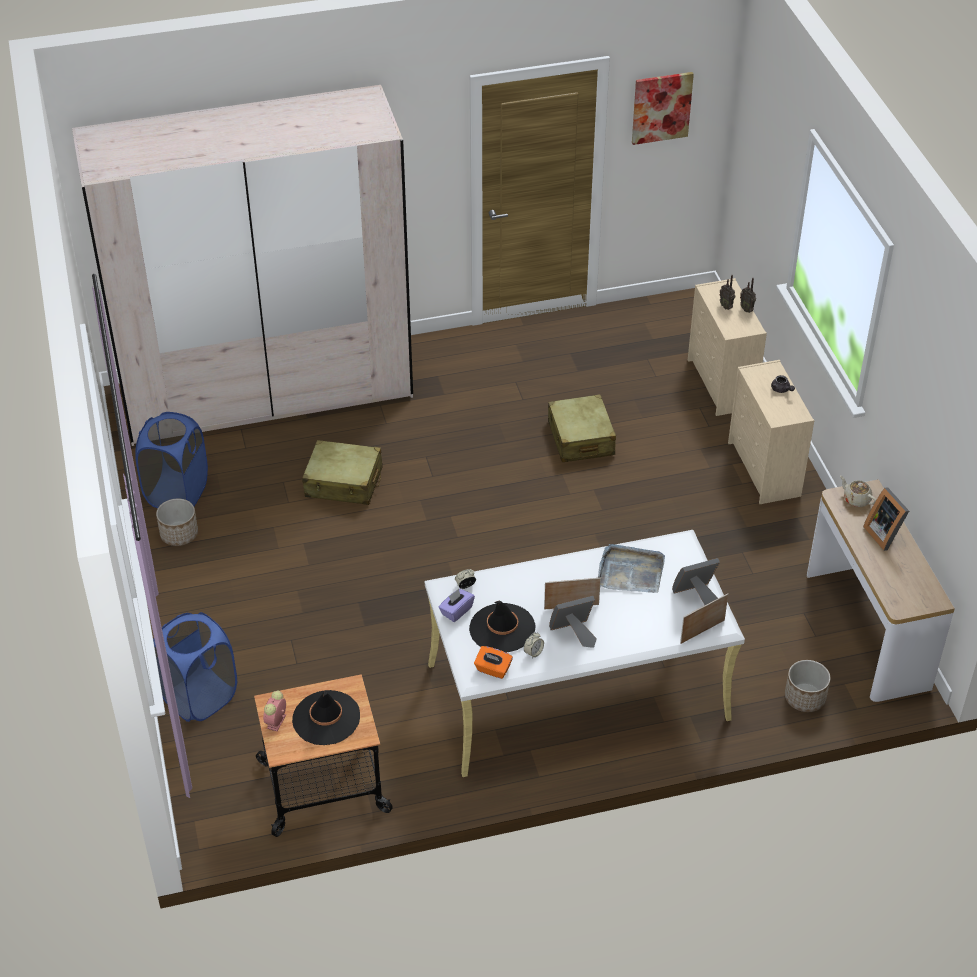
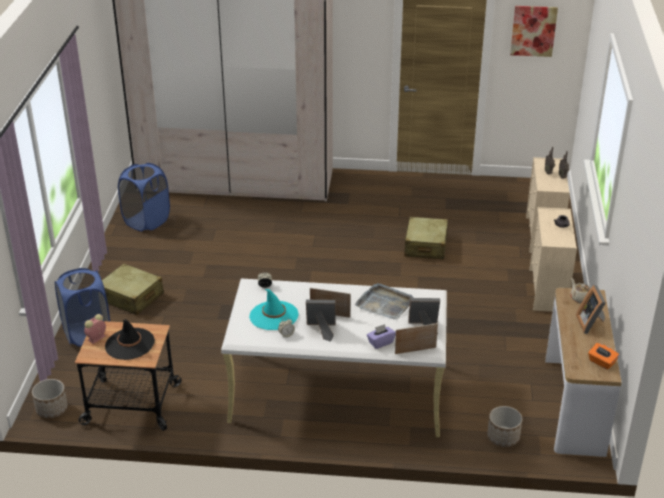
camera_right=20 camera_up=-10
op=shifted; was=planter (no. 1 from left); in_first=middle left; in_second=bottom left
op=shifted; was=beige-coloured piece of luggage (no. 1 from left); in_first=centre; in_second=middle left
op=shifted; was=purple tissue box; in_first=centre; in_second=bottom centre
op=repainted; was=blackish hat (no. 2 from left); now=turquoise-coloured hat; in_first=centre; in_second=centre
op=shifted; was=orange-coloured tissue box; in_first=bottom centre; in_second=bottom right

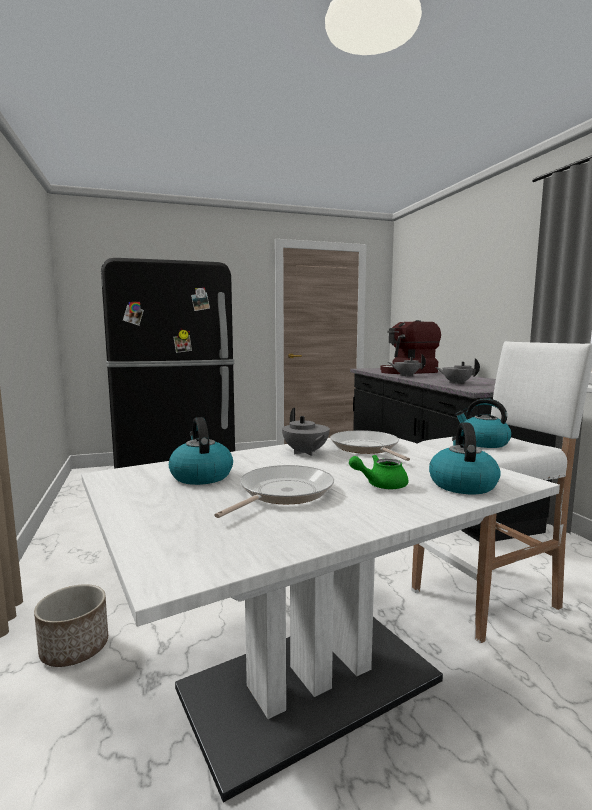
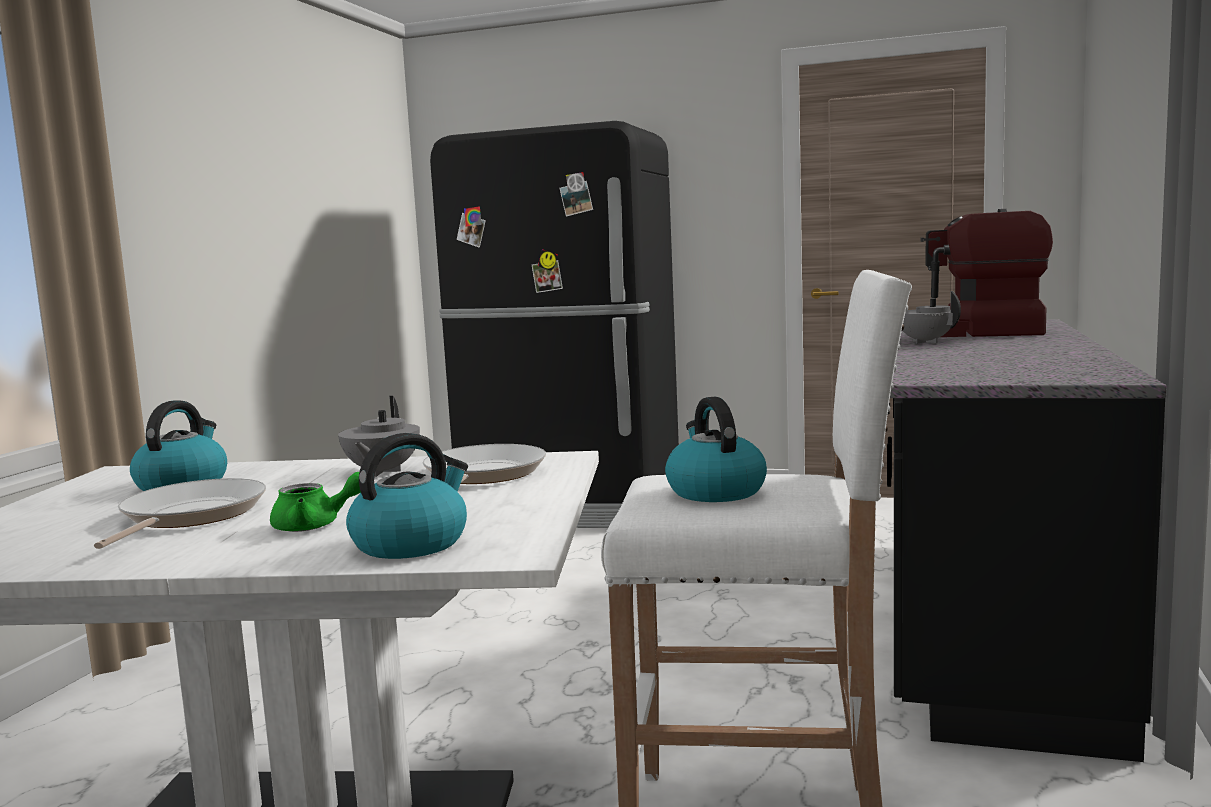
camera_right=35 camera_up=0
op=gone; was=planter; in_first=bottom left
op=rotated; was=frying pan (no. 1 from left); in_first=centre; in_second=middle left; clockwise=-60
op=rotated; was=green-coloured tea pot; in_first=centre; in_second=middle left; clockwise=150
op=gone; was=gray tea pot (no. 3 from left); in_first=middle right

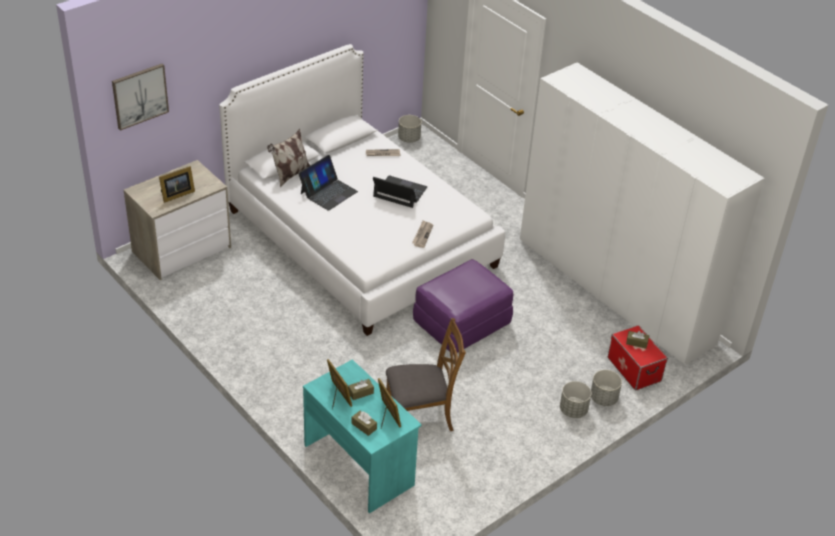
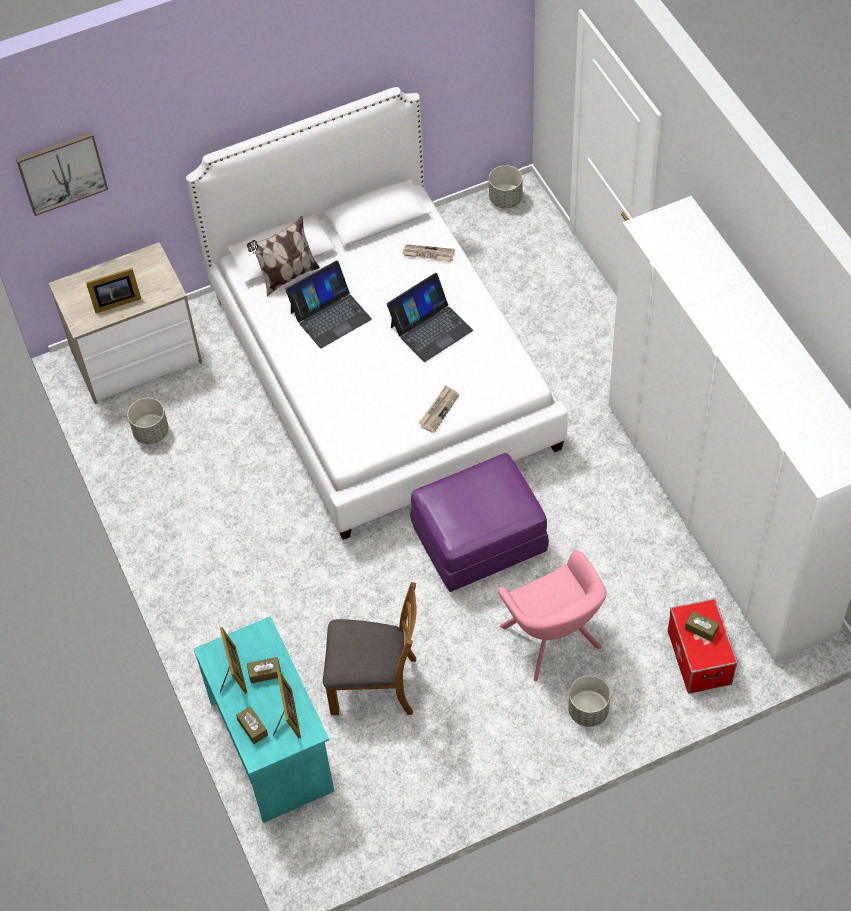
camera_right=20 camera_up=15
op=rotated; was=portable computer (no. 2 from left); in_first=centre; in_second=centre; clockwise=105
op=shifted; was=gray planter (no. 3 from left in the first image); now=gray planter (no. 1 from left); in_first=bottom right; in_second=middle left
op=new; now=pinkish armchair; in_second=bottom centre

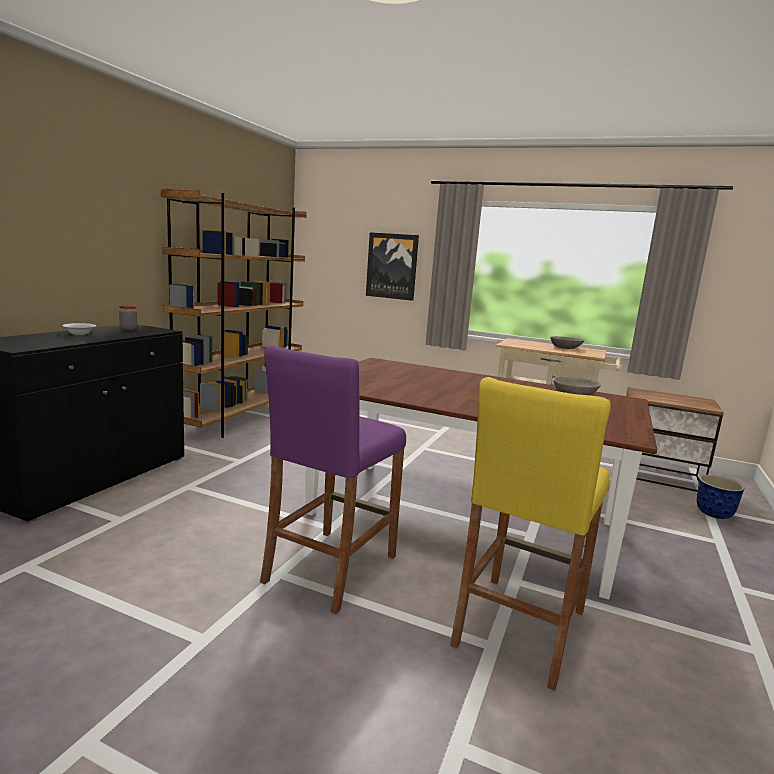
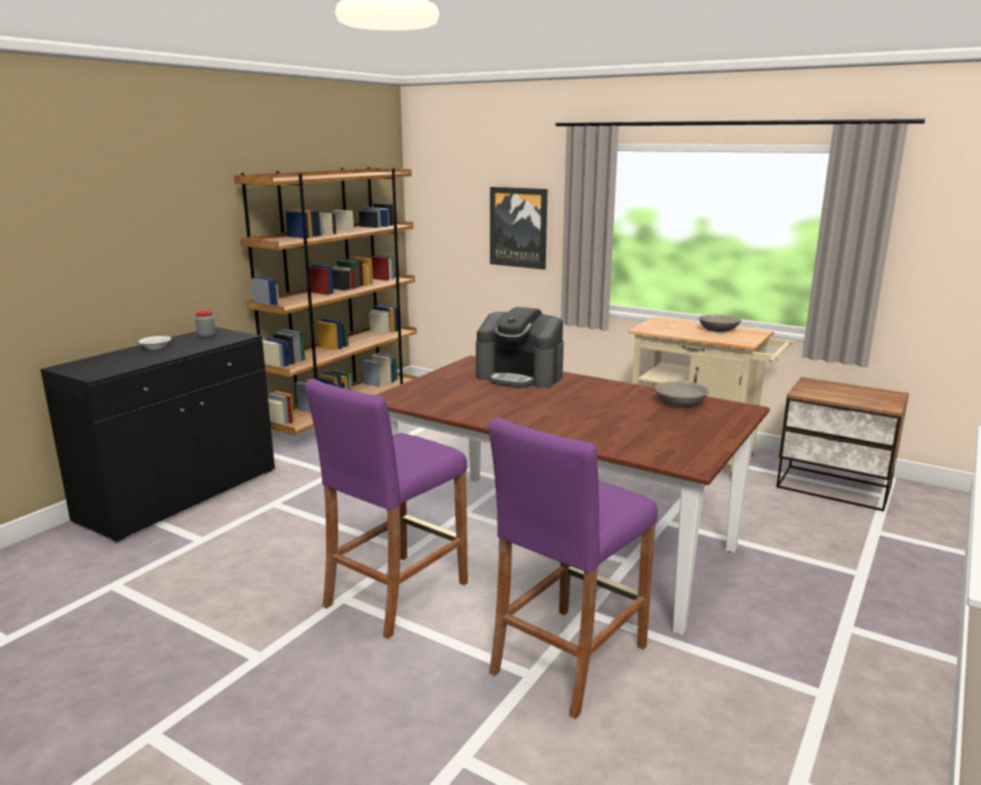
camera_right=10 camera_up=5
op=repainted; was=yellowish sitting stool; now=purple sitting stool (no. 2 from left); in_first=bottom right; in_second=bottom centre
op=gone; was=planter; in_first=middle right
op=new; now=coffee brewer; in_second=centre

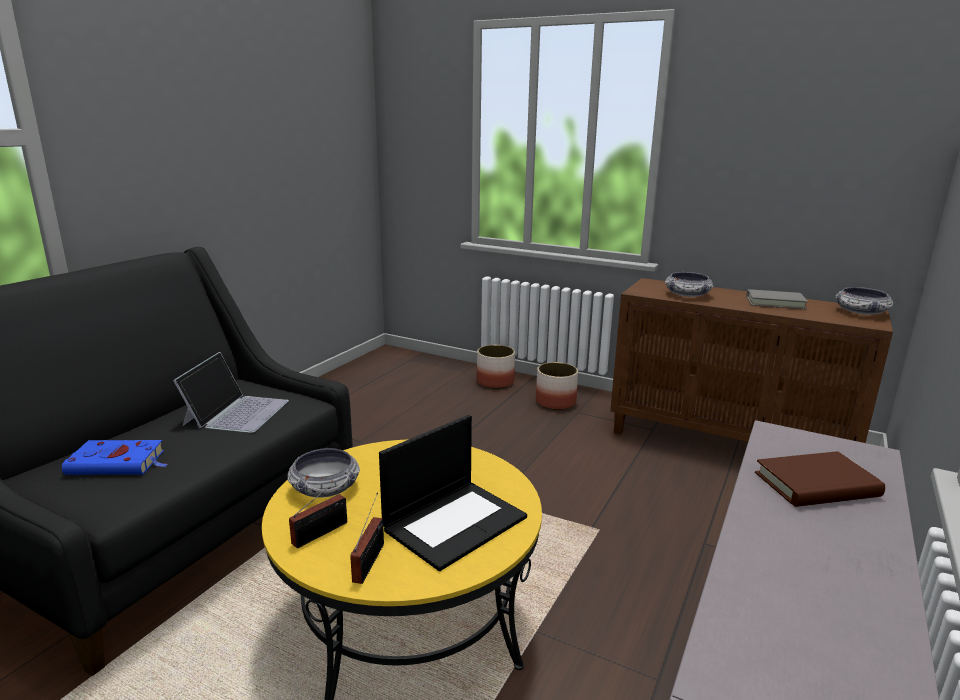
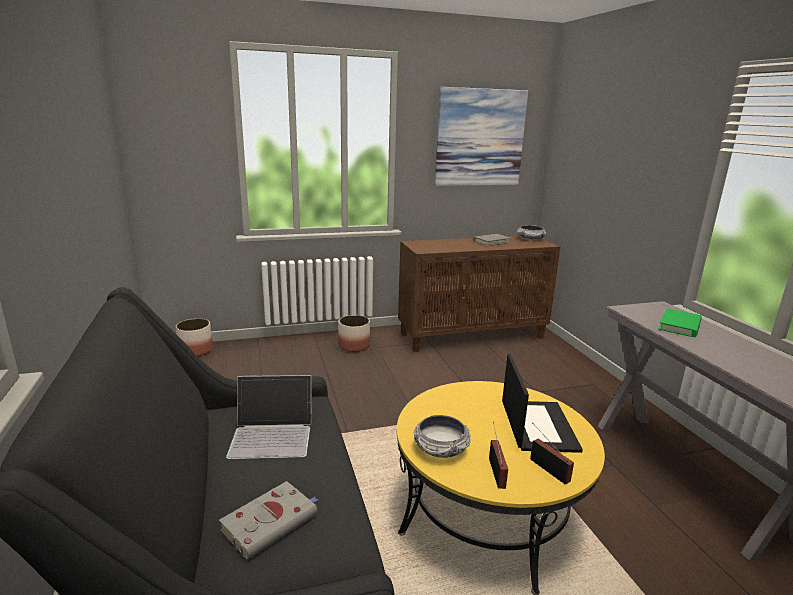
camera_right=-45 camera_up=0
op=repainted; was=blue volume; now=gray volume (no. 1 from left); in_first=middle left; in_second=bottom centre
op=rotated; was=portable computer (no. 1 from left); in_first=middle left; in_second=bottom centre; clockwise=120
op=shifted; was=planter (no. 1 from left); in_first=centre; in_second=middle left
op=gone; was=serving bowl (no. 2 from left); in_first=middle right
op=repainted; was=brownish volume; now=green-coloured volume; in_first=bottom right; in_second=middle right
op=new; now=wall art; in_second=top centre

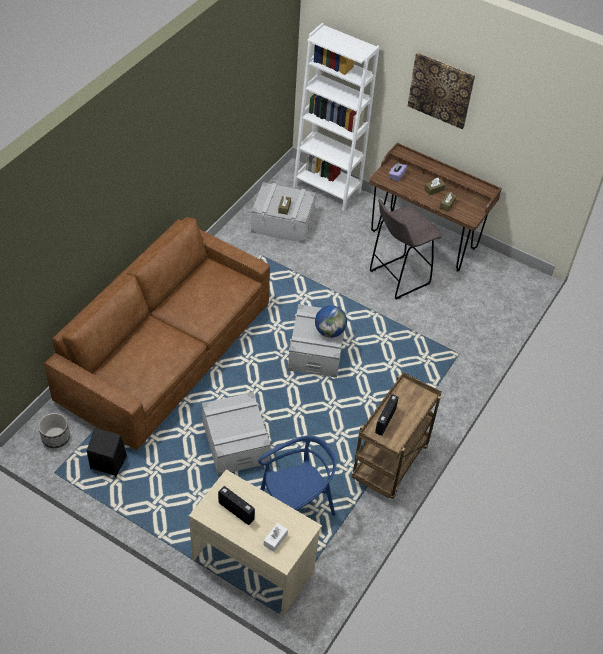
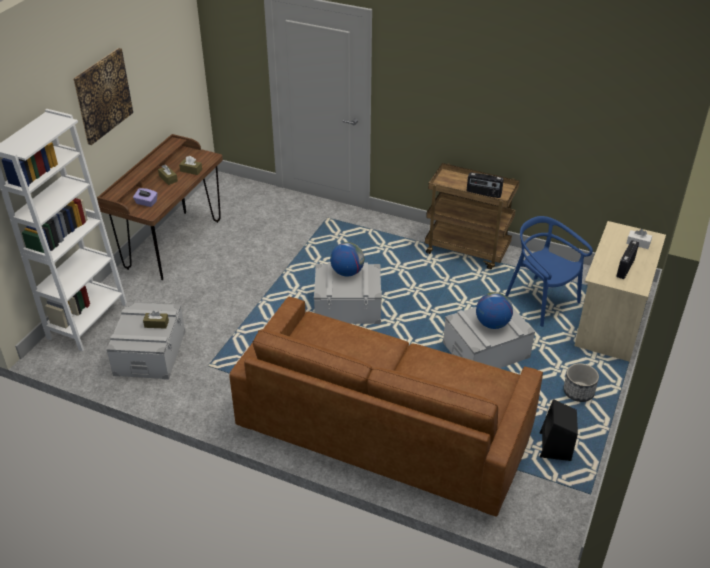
camera_right=-95 camera_up=-10
op=shifted; was=planter; in_first=middle left; in_second=bottom right
op=gone; was=gray sitting stool; in_first=middle right
op=new; now=world globe (no. 2 from left); in_second=middle right

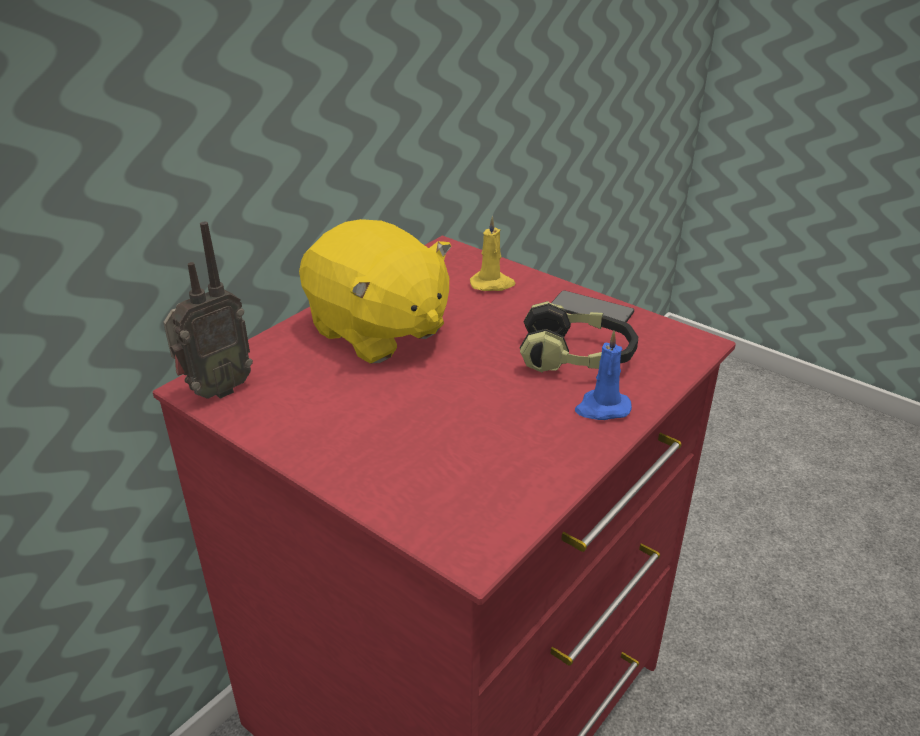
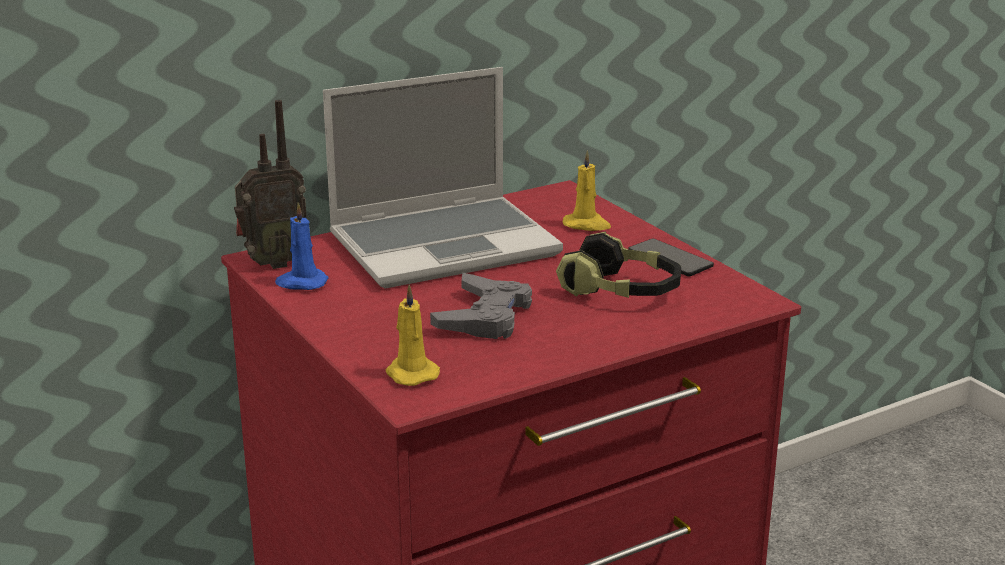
camera_right=20 camera_up=-10
op=swapped; was=yellowish plush toy; now=portable computer; in_first=centre; in_second=top centre
op=shifted; was=blue wax candle; in_first=centre; in_second=middle left
op=new; now=yellowish wax candle (no. 1 from left); in_second=centre
op=new; now=gray joypad; in_second=centre

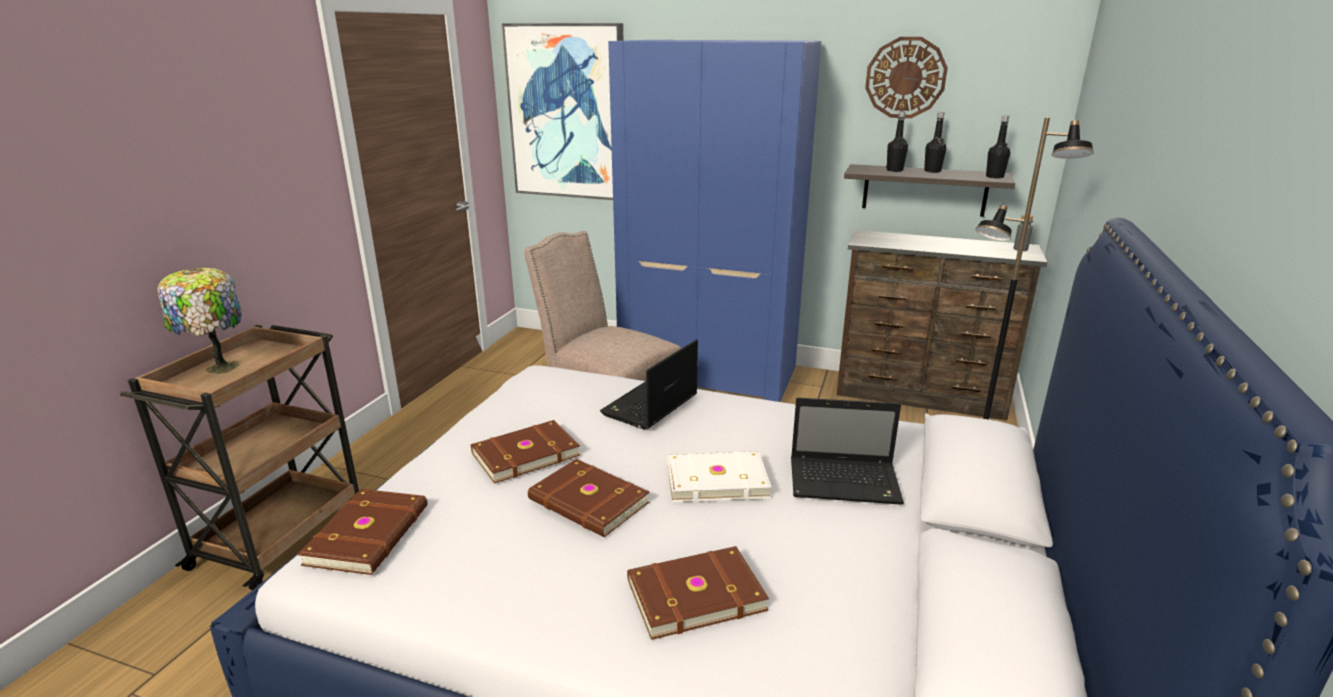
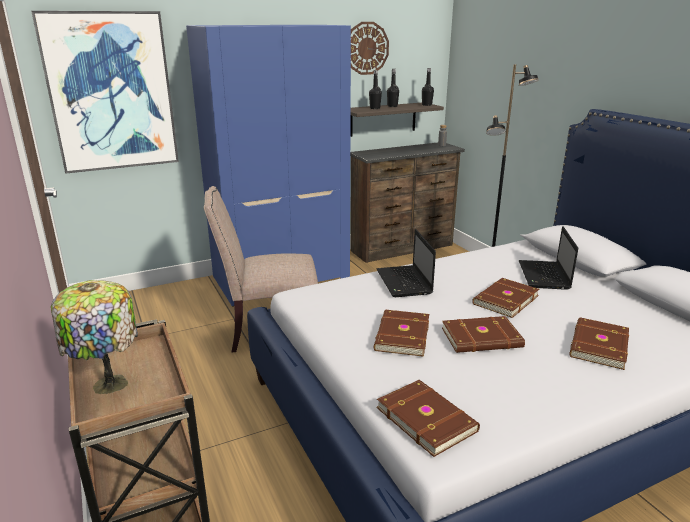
camera_right=-45 camera_up=0
op=repainted; was=white volume; now=brownish volume (no. 4 from left); in_first=bottom centre; in_second=middle right
op=rotated; was=portable computer (no. 2 from left); in_first=centre; in_second=middle right; clockwise=135

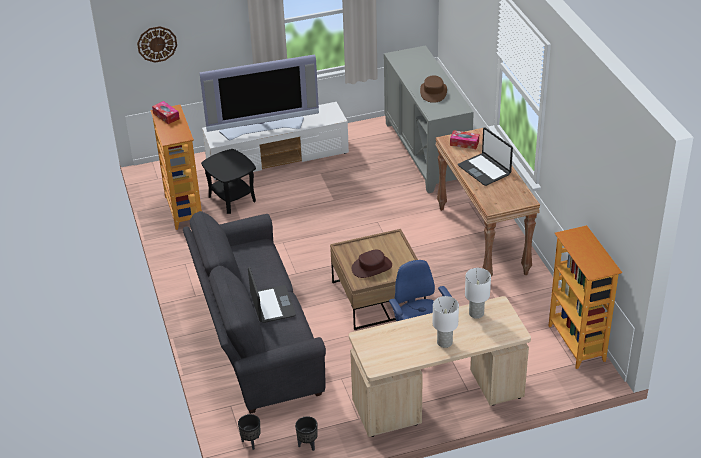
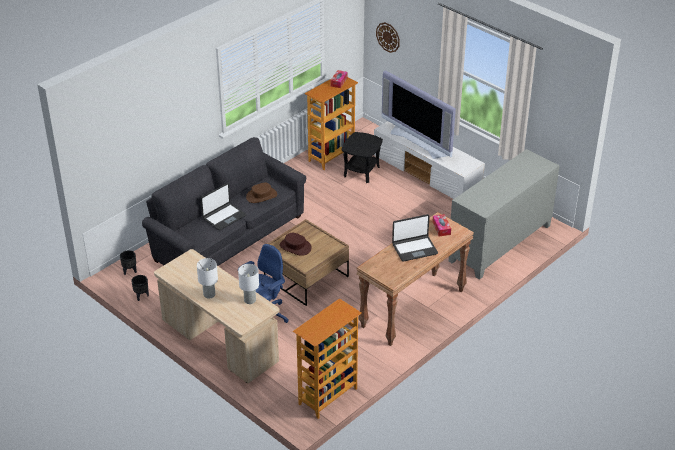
camera_right=60 camera_up=0
op=shifted; was=brownish hat (no. 2 from left in the first image); now=brownish hat (no. 1 from left); in_first=top centre; in_second=centre
op=rotated; was=portable computer (no. 2 from left); in_first=middle right; in_second=centre; clockwise=-135

